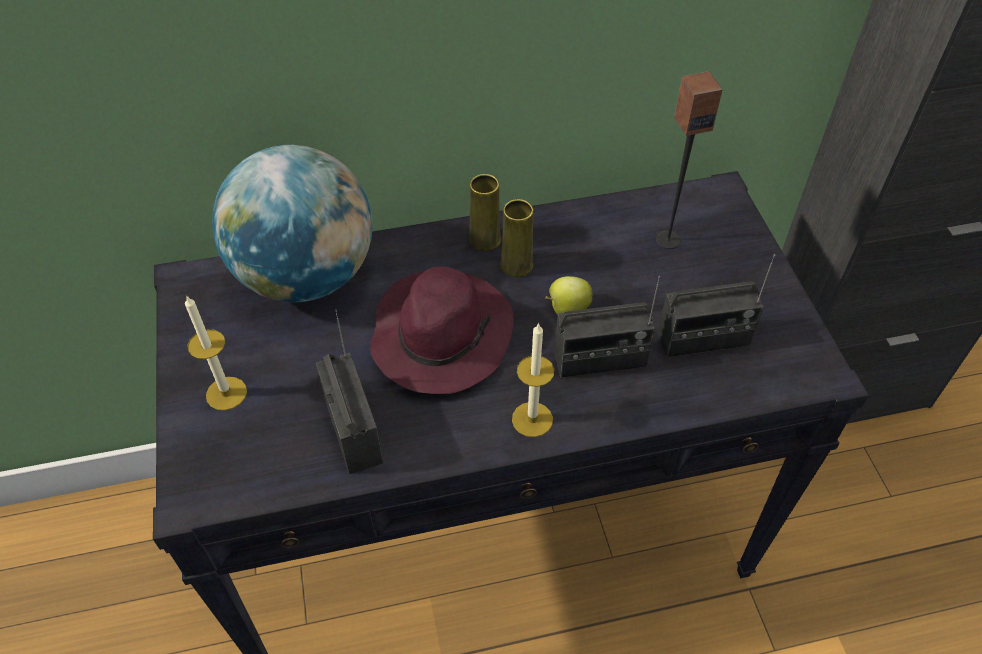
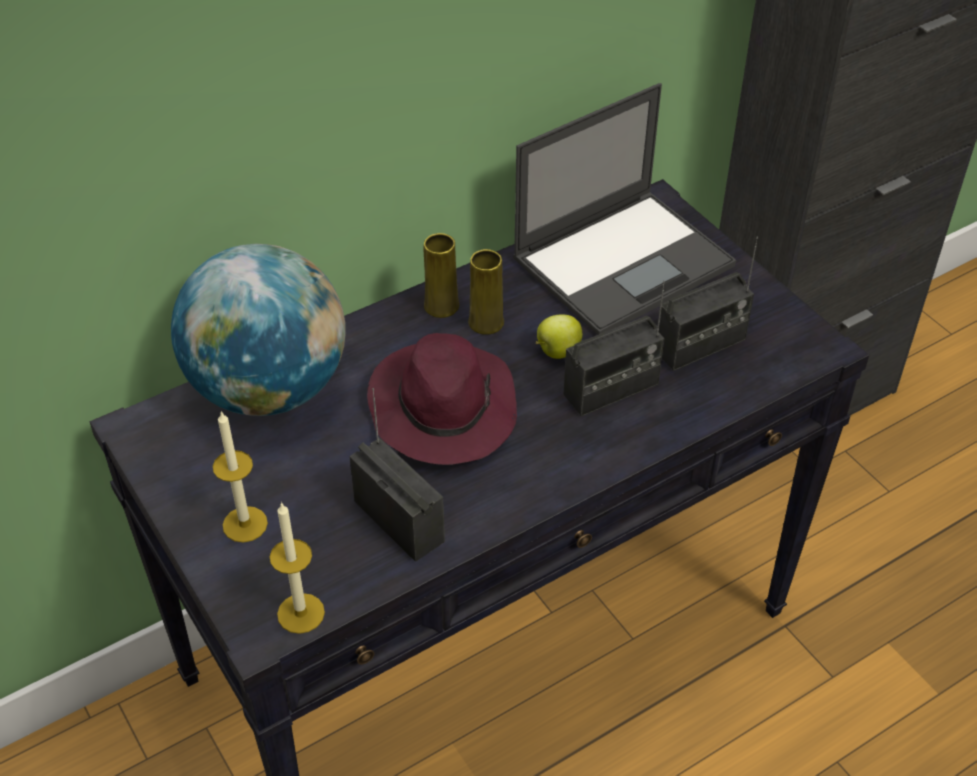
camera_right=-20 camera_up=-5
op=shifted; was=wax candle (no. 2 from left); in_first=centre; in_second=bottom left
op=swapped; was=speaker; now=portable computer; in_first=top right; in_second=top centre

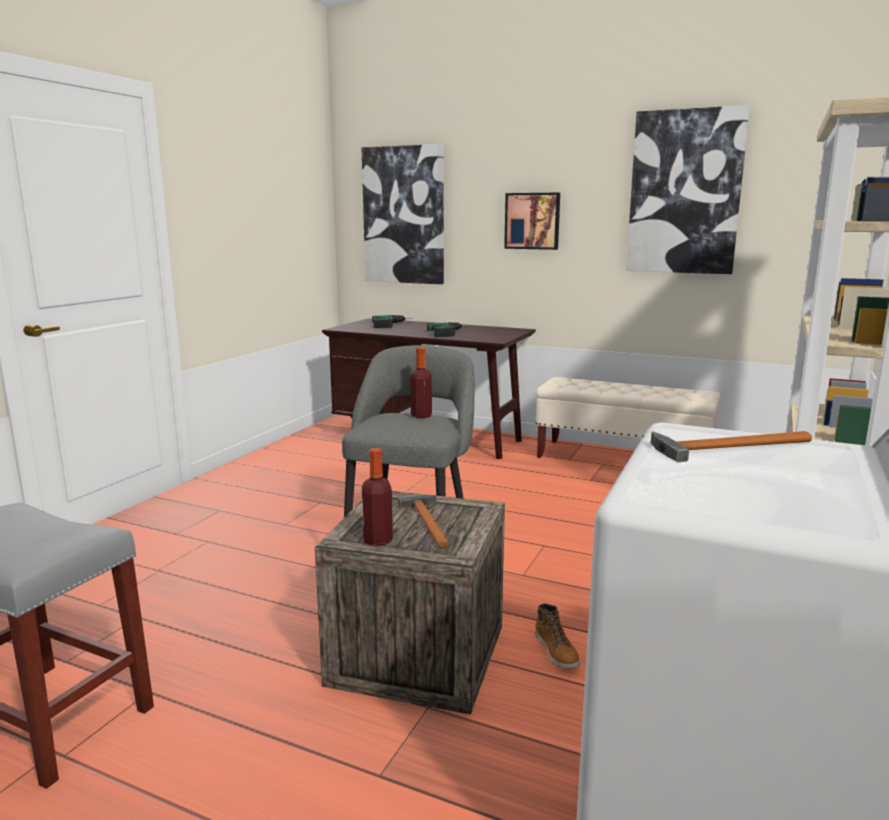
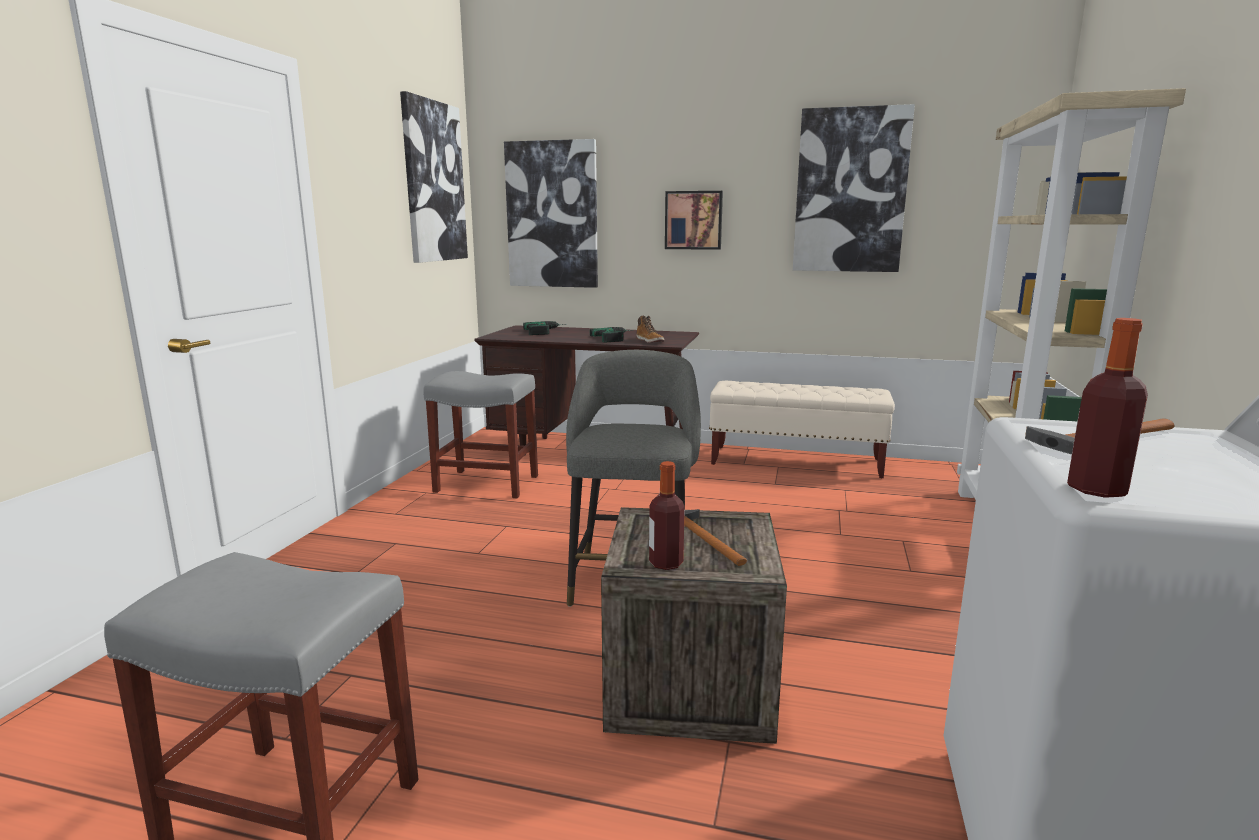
camera_right=-10 camera_up=0
op=shifted; was=drink bottle (no. 2 from left); in_first=centre; in_second=middle right
op=shifted; was=high-top boot; in_first=bottom centre; in_second=centre
op=new; now=wall art (no. 1 from left); in_second=top centre
op=new; now=gray sitting stool (no. 2 from left); in_second=centre

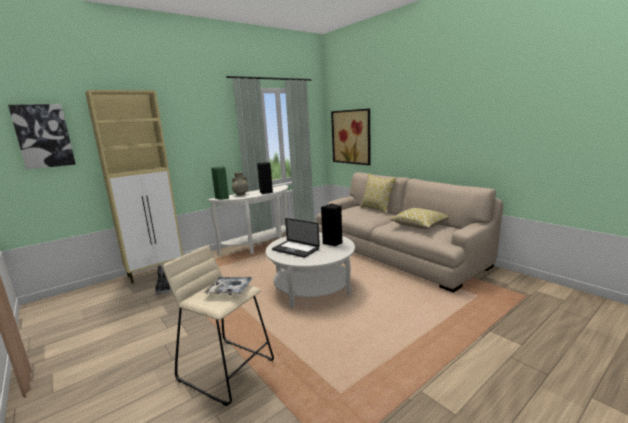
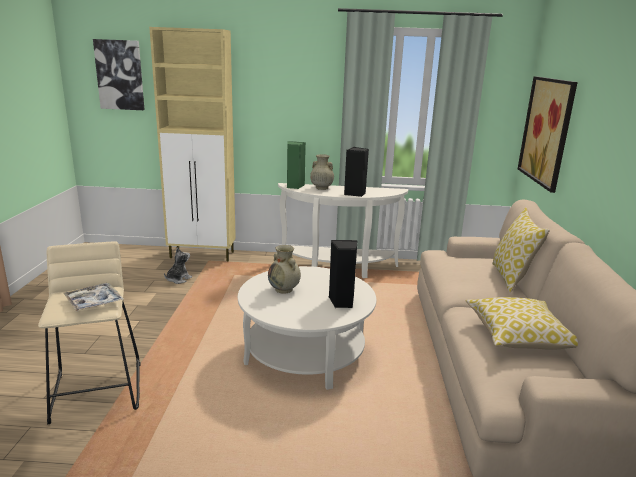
camera_right=40 camera_up=5
op=swapped; was=portable computer; now=beige-coloured flower vase (no. 1 from left); in_first=centre; in_second=centre

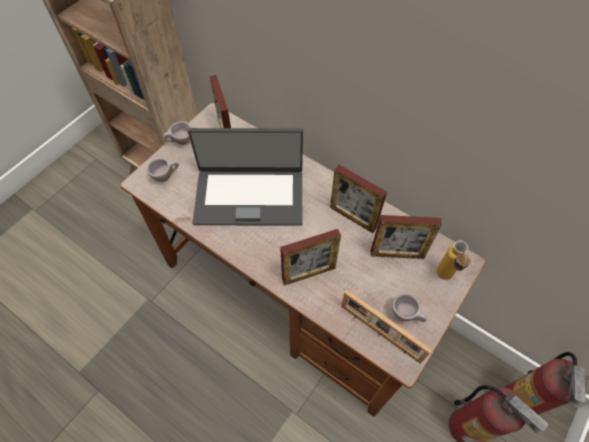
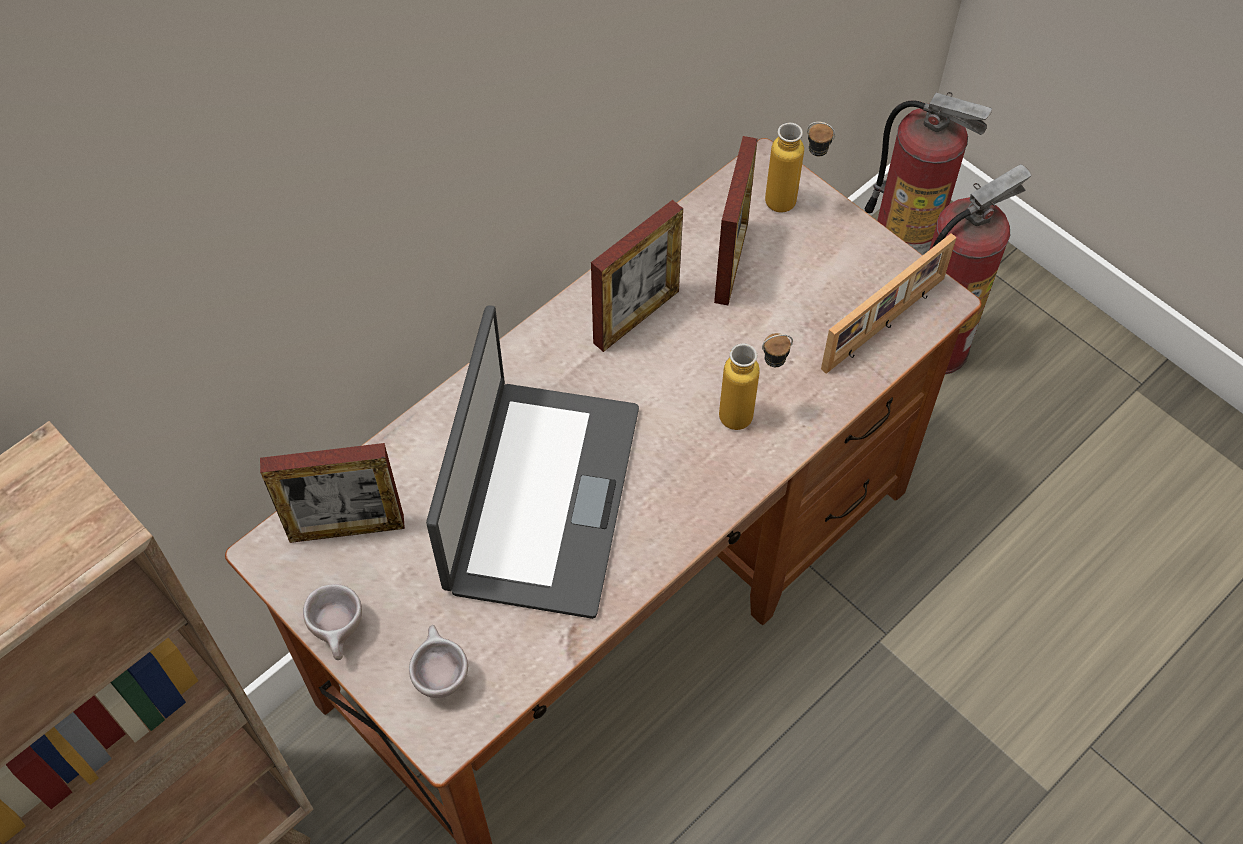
camera_right=-80 camera_up=0
op=swapped; was=picture frame (no. 2 from left); now=drink bottle (no. 1 from left); in_first=centre; in_second=centre
op=gone; was=beige-coloured drinking cup (no. 3 from left); in_first=bottom right

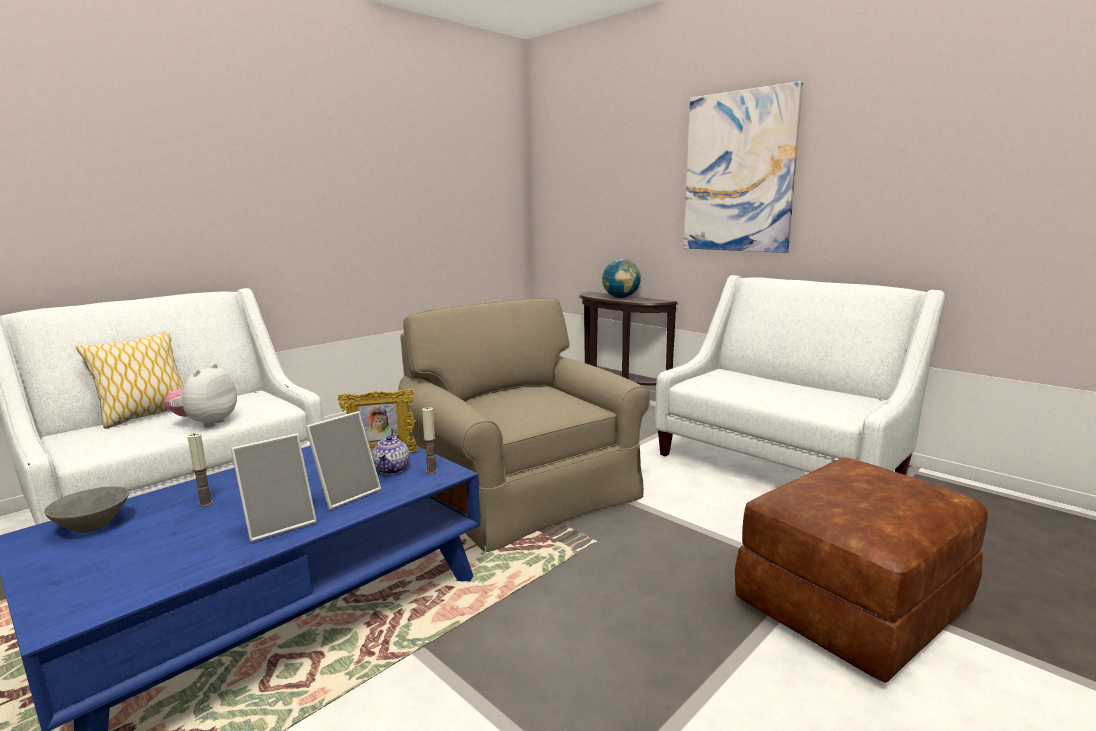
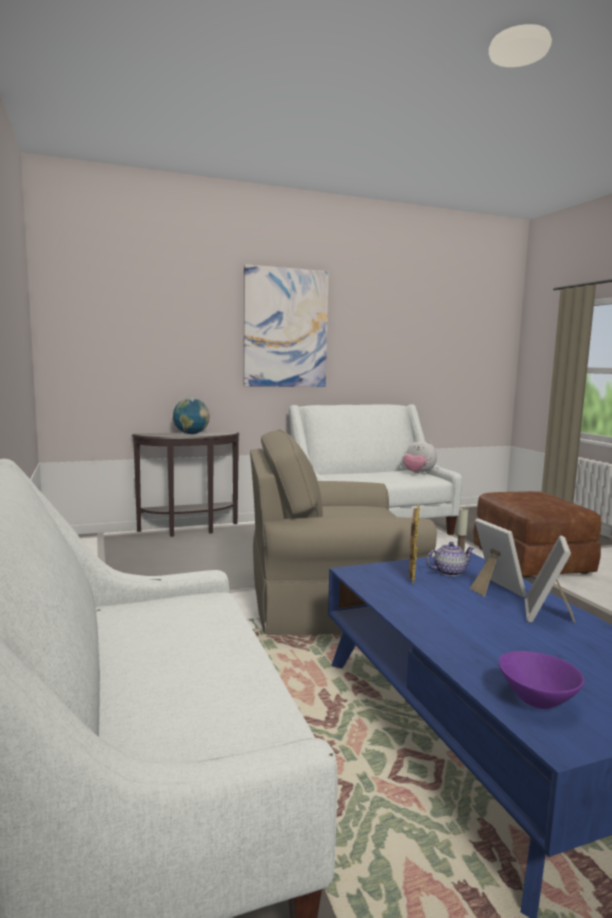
camera_right=-65 camera_up=-5
op=repainted; was=gray serving bowl; now=purple serving bowl; in_first=bottom left; in_second=bottom right
op=gone; was=cushion; in_first=middle left
op=shifted; was=plush toy; in_first=middle left; in_second=middle right
op=gone; was=wax candle (no. 1 from left); in_first=middle left
op=rotated; was=picture frame (no. 1 from left in the first image); in_first=middle left; in_second=middle right; clockwise=-150
op=rotated; was=tea pot; in_first=centre; in_second=middle right; clockwise=-45

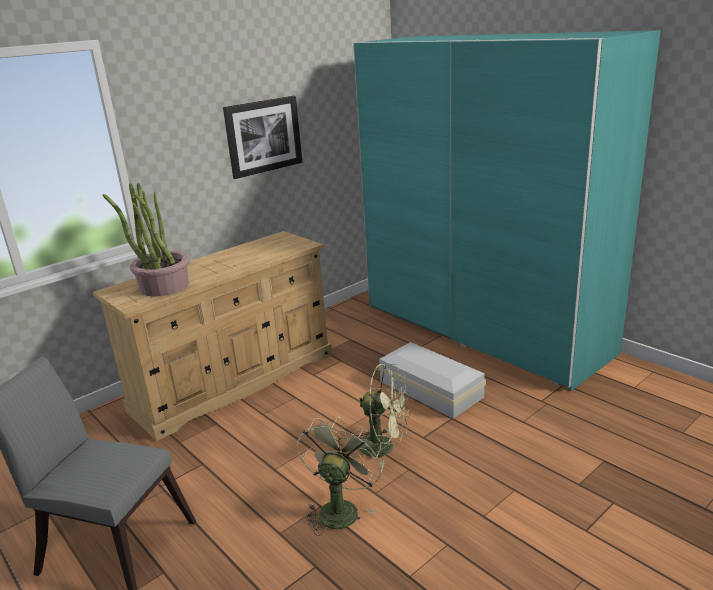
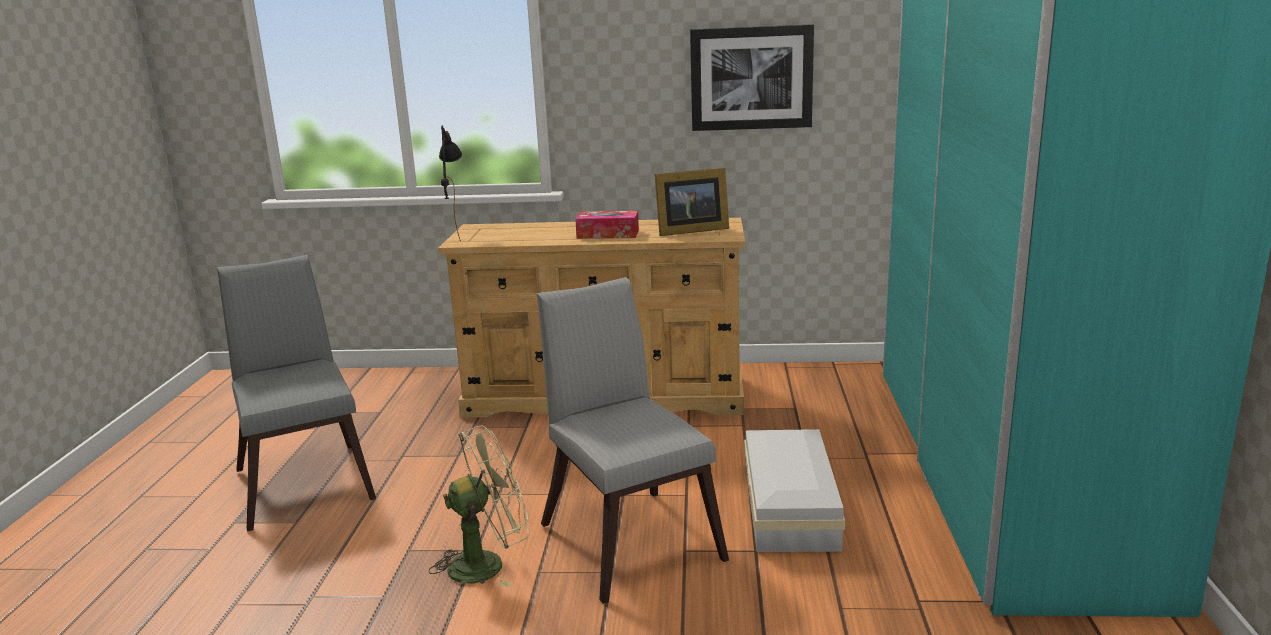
camera_right=45 camera_up=-5
op=gone; was=plant in a pot; in_first=middle left
op=swapped; was=green-coloured cooling fan (no. 2 from left); now=gray plain chair (no. 2 from left); in_first=bottom centre; in_second=bottom centre
op=new; now=blackish table lamp; in_second=top centre
op=new; now=tissue box; in_second=centre
op=new; now=picture frame; in_second=top centre

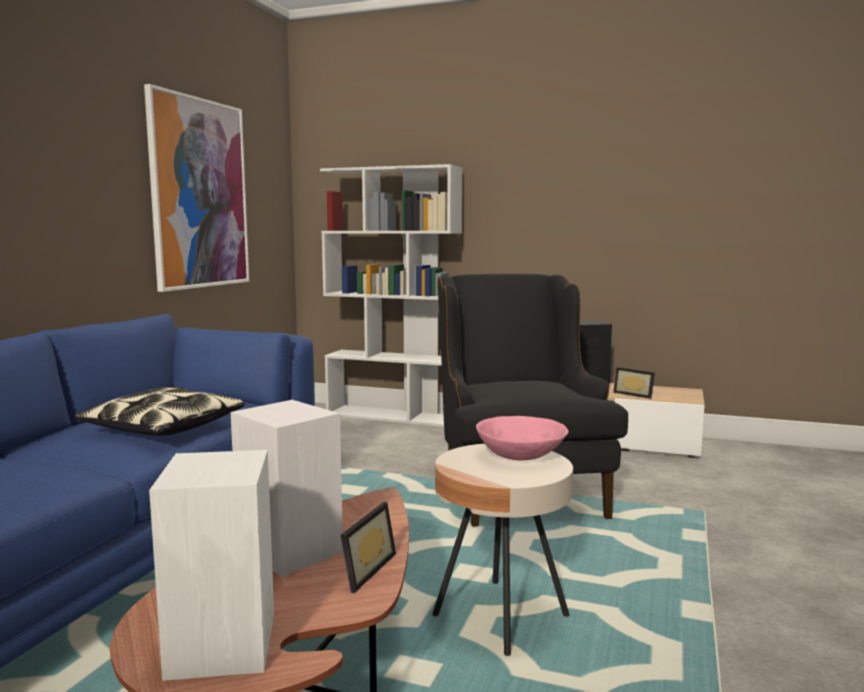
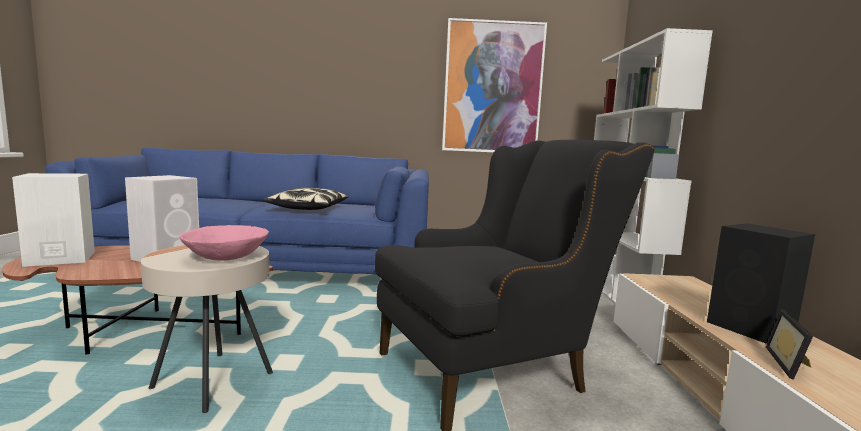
camera_right=70 camera_up=0
op=gone; was=picture frame (no. 1 from left); in_first=bottom centre

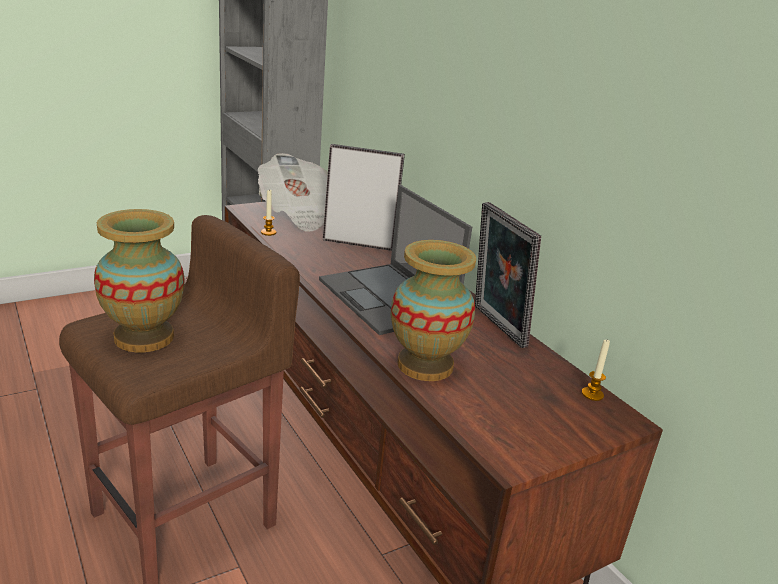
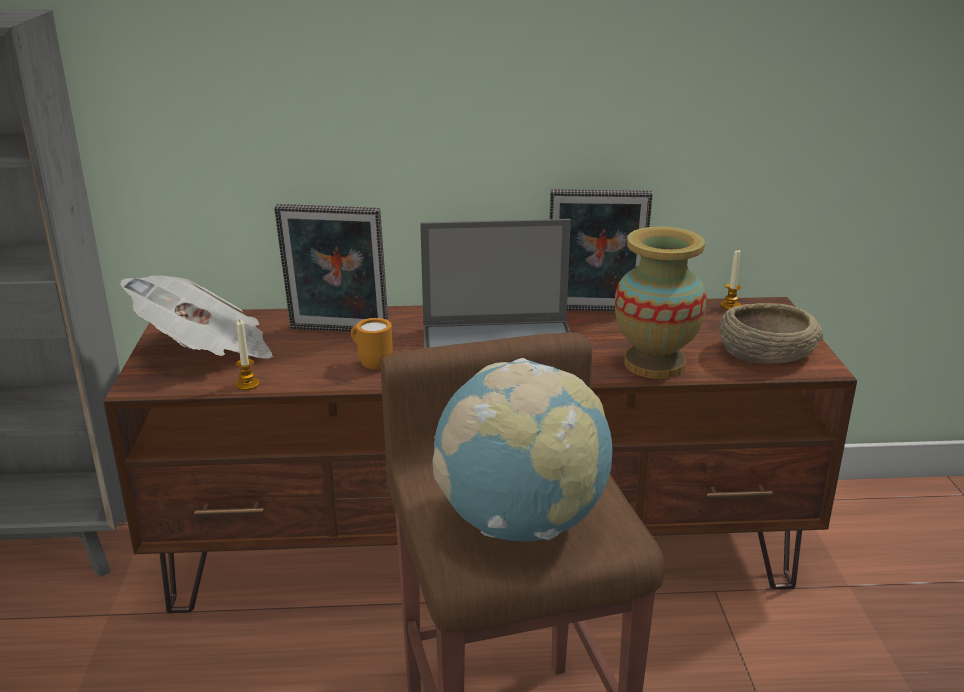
camera_right=-60 camera_up=0
op=swapped; was=flower vase (no. 1 from left); now=world globe; in_first=middle left; in_second=centre
op=rotated; was=picture frame (no. 1 from left); in_first=centre; in_second=centre; clockwise=-120
op=new; now=orange-coloured mug; in_second=centre
op=new; now=beige-coloured serving bowl; in_second=middle right

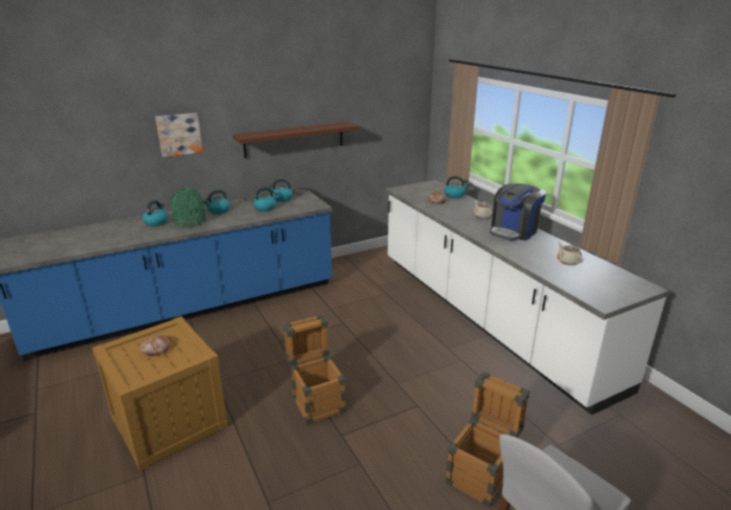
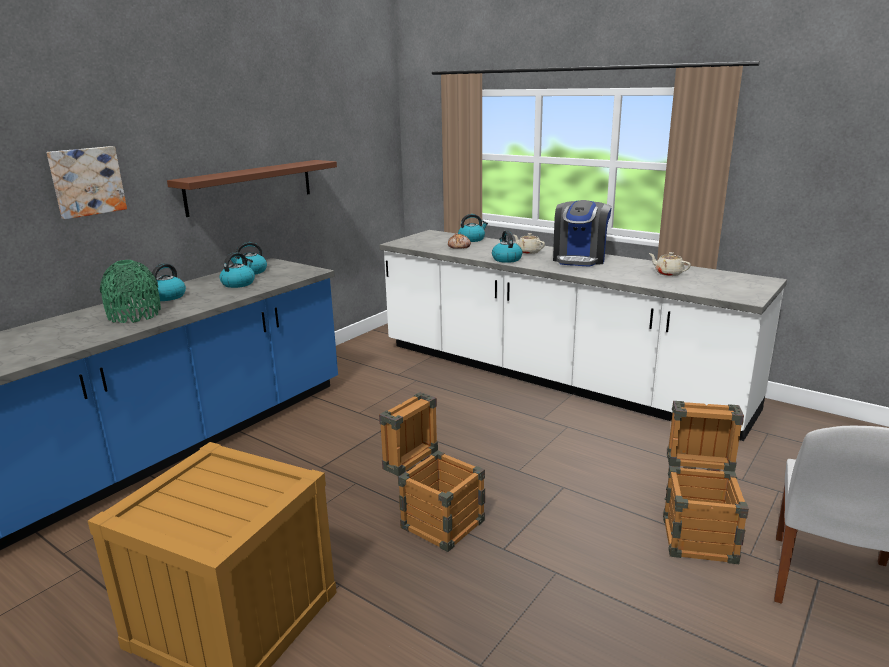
camera_right=-25 camera_up=-5
op=gone; was=bakery bread (no. 1 from left); in_first=bottom left
op=shifted; was=water kettle (no. 1 from left in the first image); now=water kettle (no. 5 from left); in_first=middle left; in_second=centre

